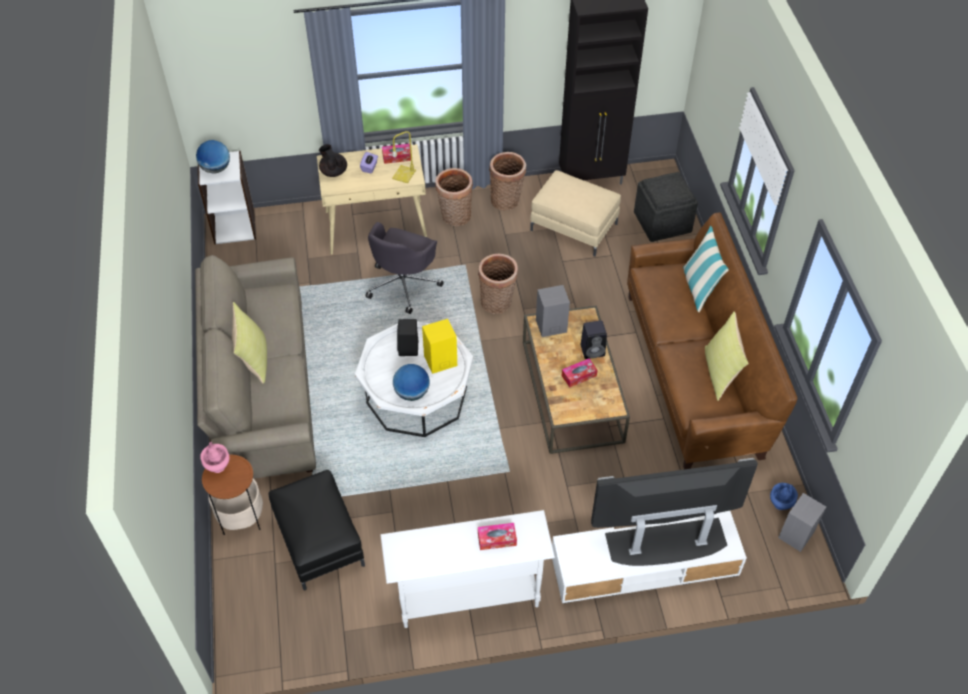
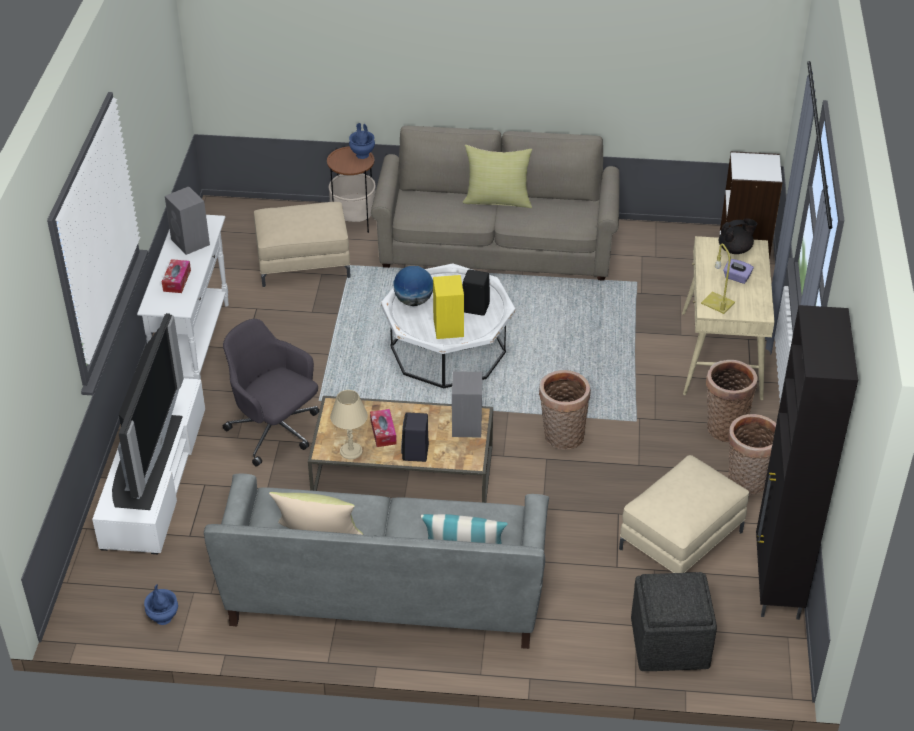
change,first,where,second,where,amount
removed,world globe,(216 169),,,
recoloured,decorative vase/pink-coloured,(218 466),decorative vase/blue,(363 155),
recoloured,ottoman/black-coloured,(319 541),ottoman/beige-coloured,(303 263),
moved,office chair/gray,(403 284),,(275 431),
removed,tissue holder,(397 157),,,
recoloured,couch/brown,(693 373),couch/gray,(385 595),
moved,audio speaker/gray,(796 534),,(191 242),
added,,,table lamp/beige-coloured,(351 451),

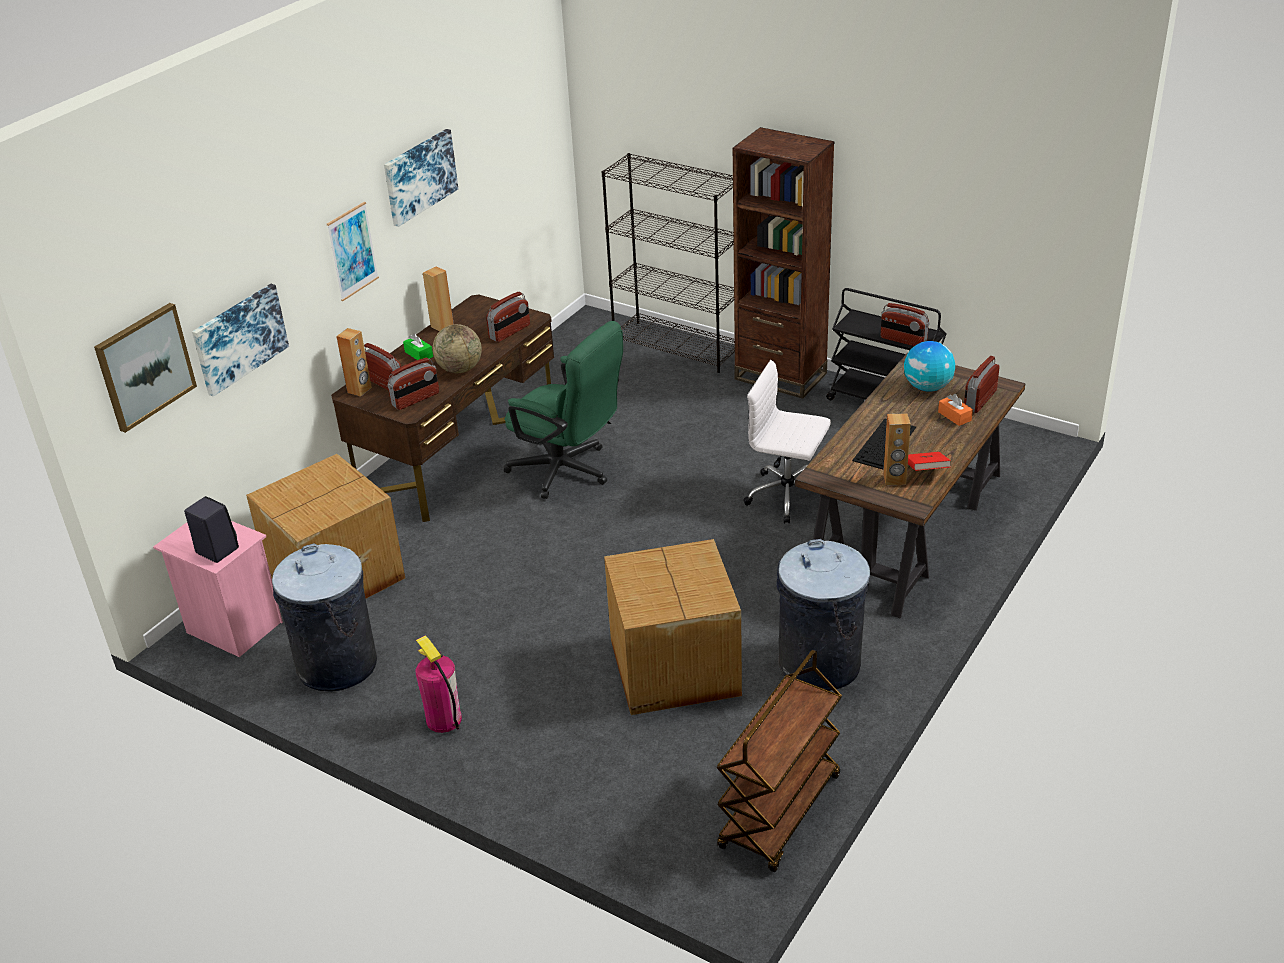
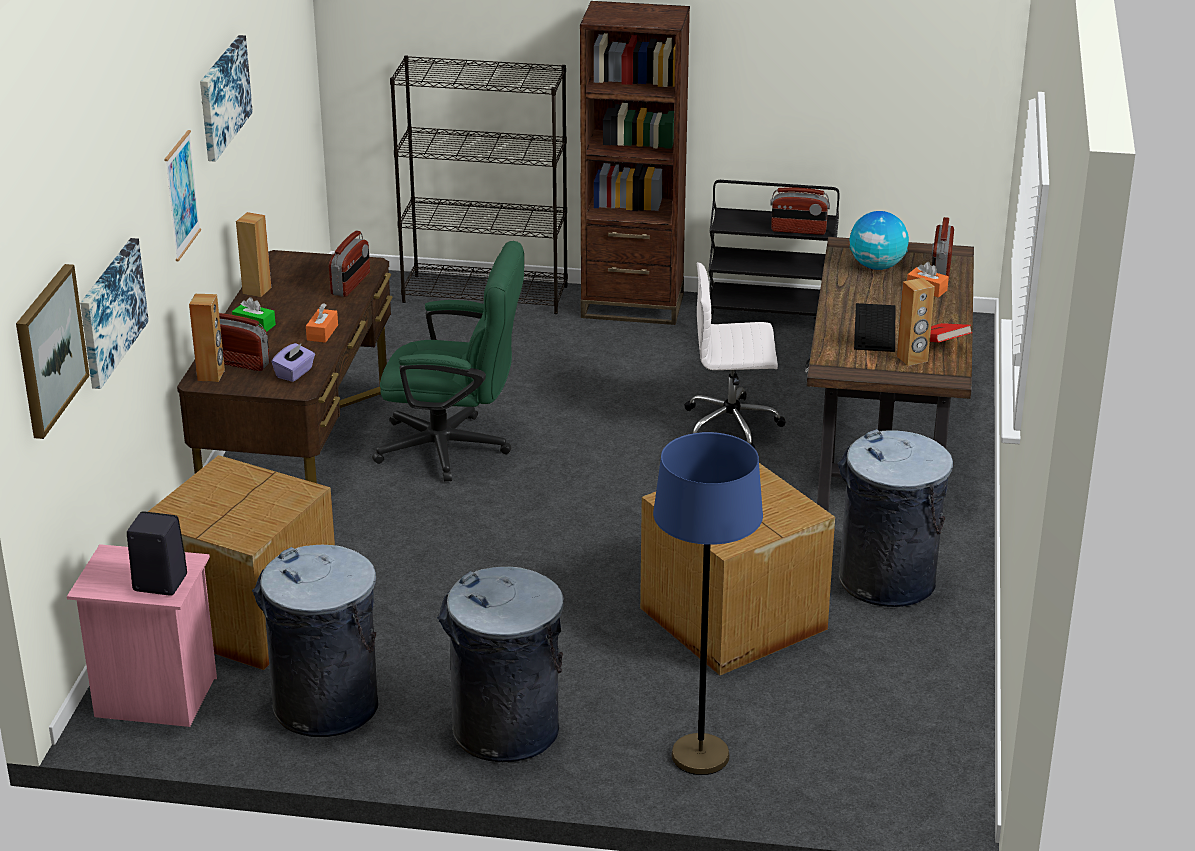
change,first,where,second,where,amount
replaced,radio receiver,(416 399),tissue holder/purplish,(295 373),
replaced,fire-fighting cylinder,(443 719),rubbish bin/gray,(506 730),
replaced,world globe,(460 369),tissue holder/orange,(322 332),
removed,wheeled cart/brown,(780 813),,,
added,,,standing lamp/blue,(700 756),

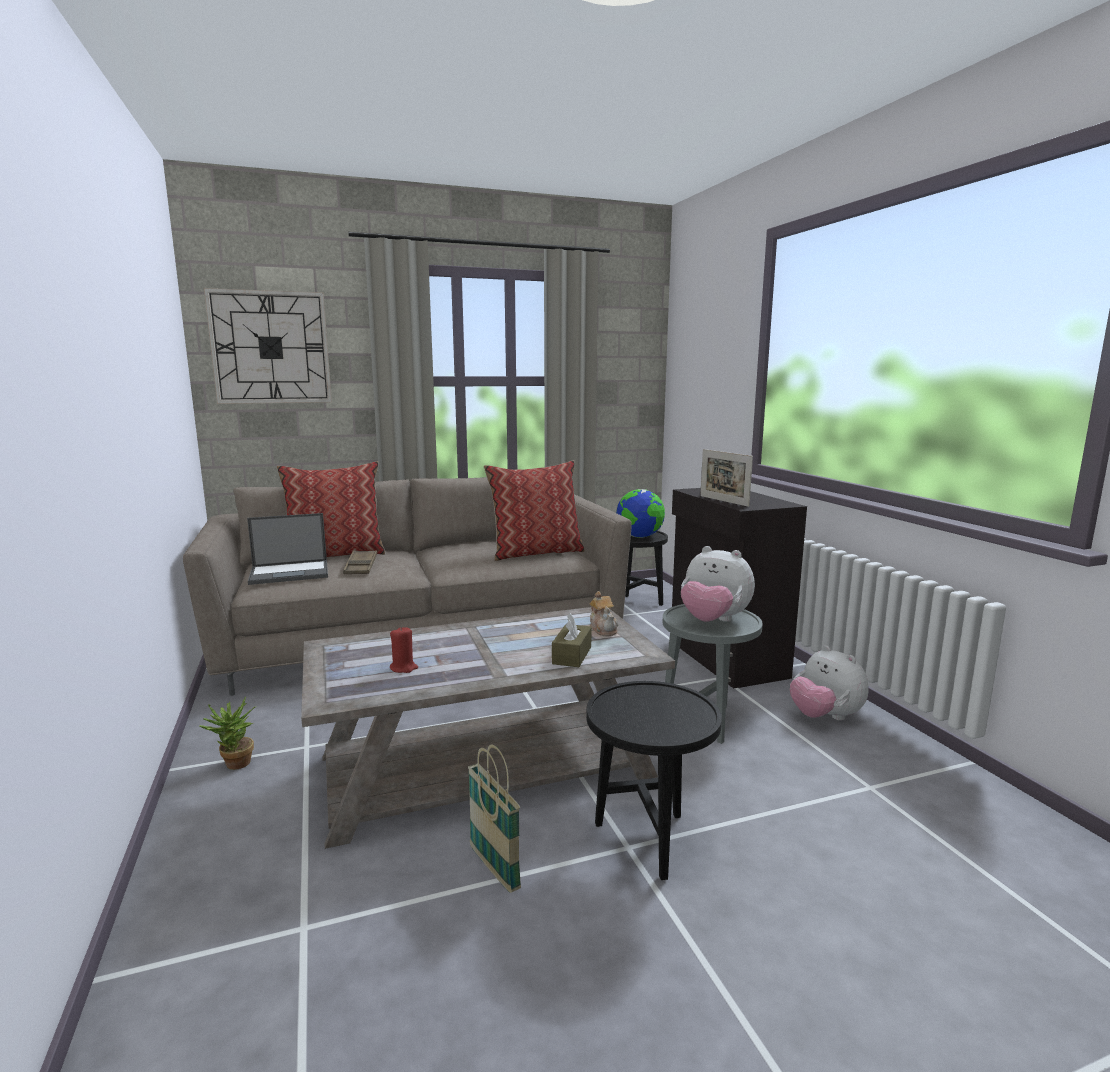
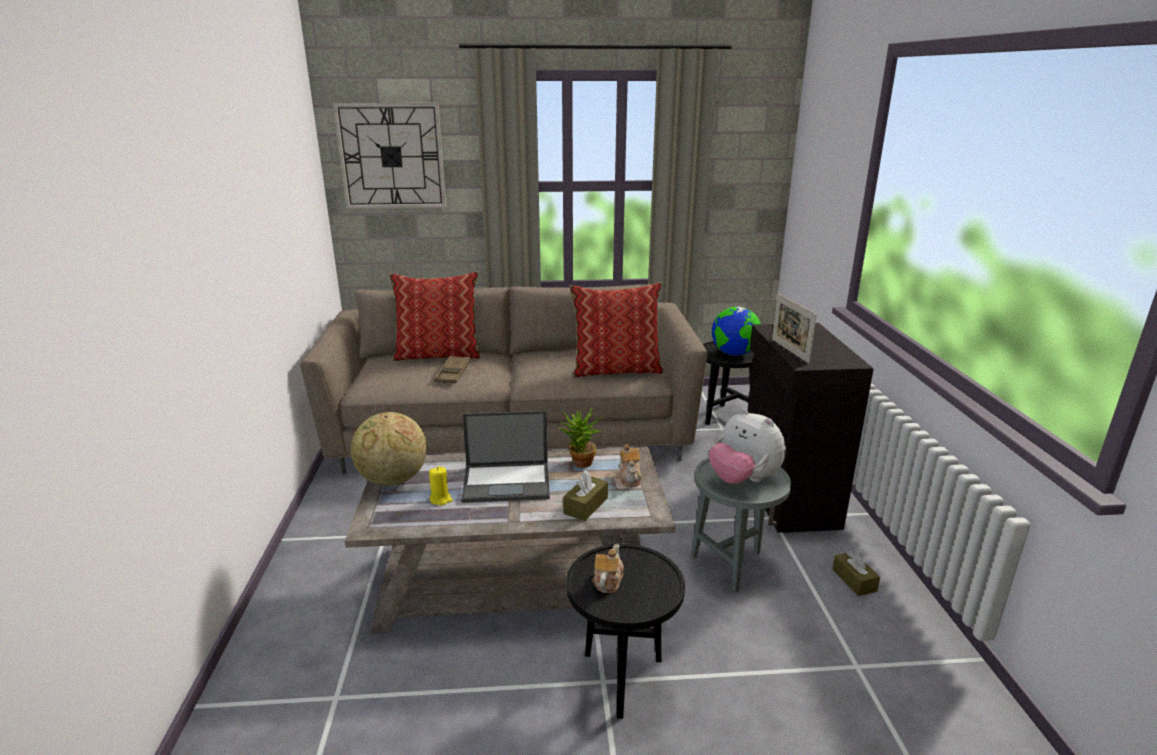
change,first,where,second,where,amount
moved,potted plant,(234 766),,(580 464),
moved,laptop,(291 573),,(508 482),
recoloured,wax candle/red,(403 668),wax candle/yellow,(440 499),
removed,household basket,(494 868),,,
replaced,cuddly toy,(825 717),tissue holder/brown,(854 580),
added,,,world globe,(392 480),
added,,,tea pot,(607 581),

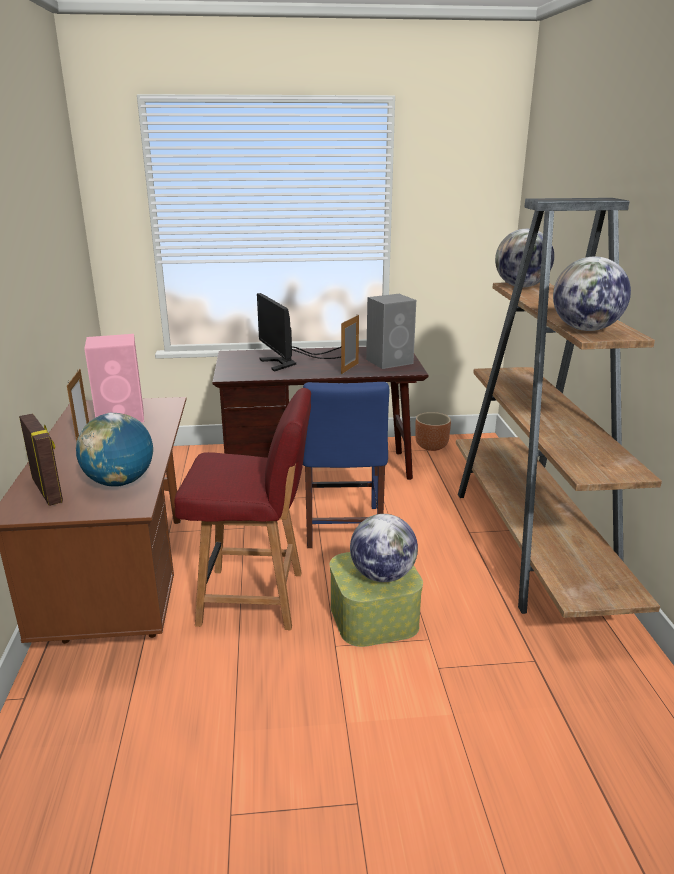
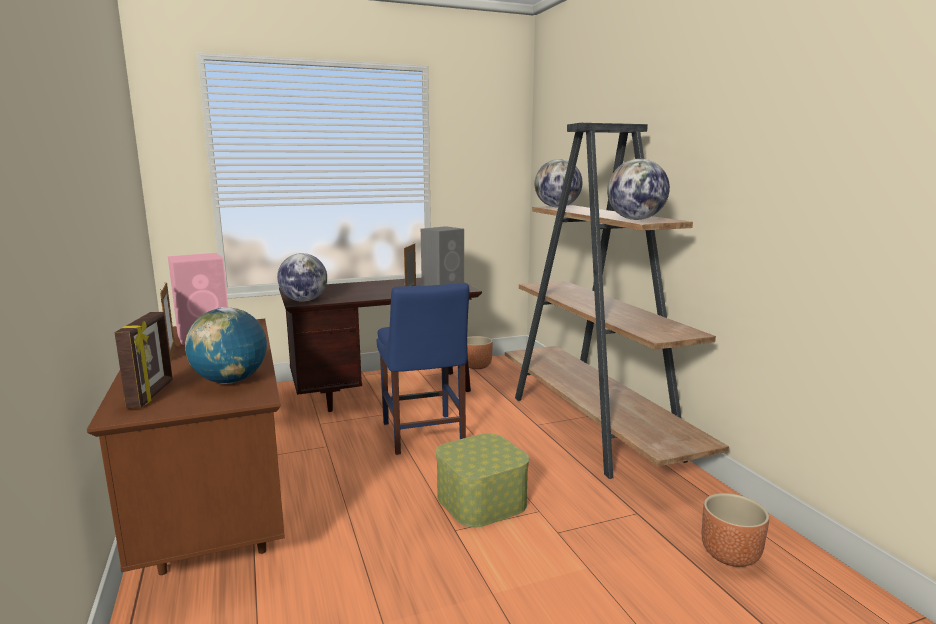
change,first,where,second,where,amount
turned,standing frame,(48 490),,(152 394),45 degrees clockwise
removed,chair/red,(254 598),,,
removed,computer display,(291 362),,,
moved,world globe,(382 575),,(304 300),
added,,,flower pot/brown,(730 554),

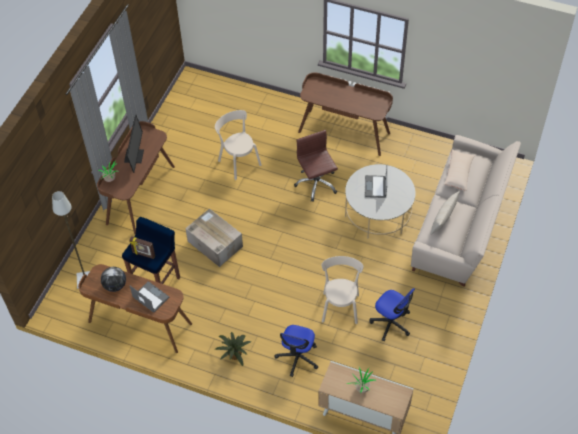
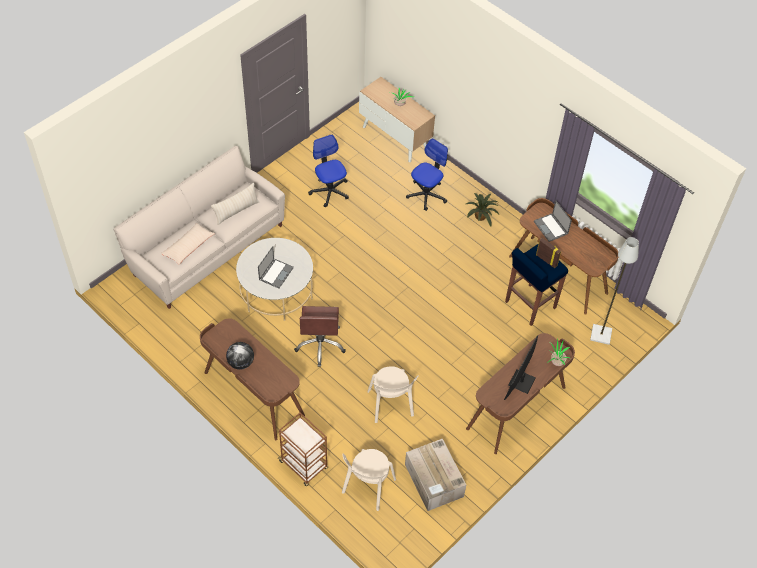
change,first,where,second,where,amount
moved,world globe,(115 285),,(241 363),
moved,packing box,(214 243),,(434 481),
moved,chair/beige-coloured,(340 306),,(367 488),
added,,,wheeled cart/brown,(304 465),

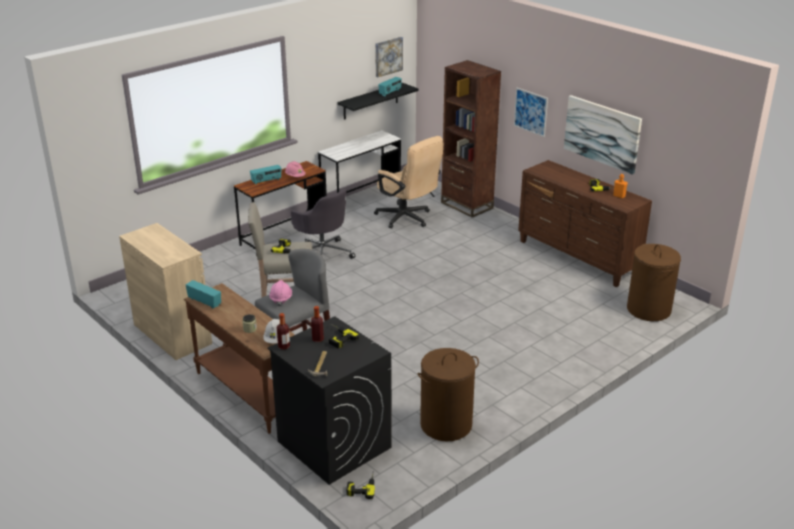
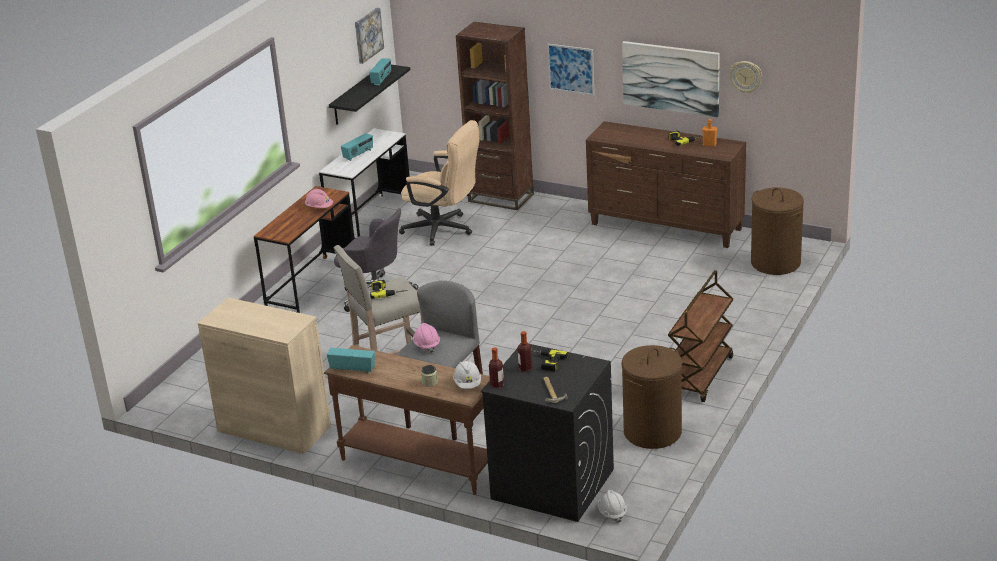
change,first,where,second,where,amount
moved,radio receiver,(266 181),,(358 155),
replaced,power drill,(361 486),safety helmet/white-coloured,(612 513),
added,,,wheeled cart/brown,(701 376),
added,,,hanging clock,(746 76),

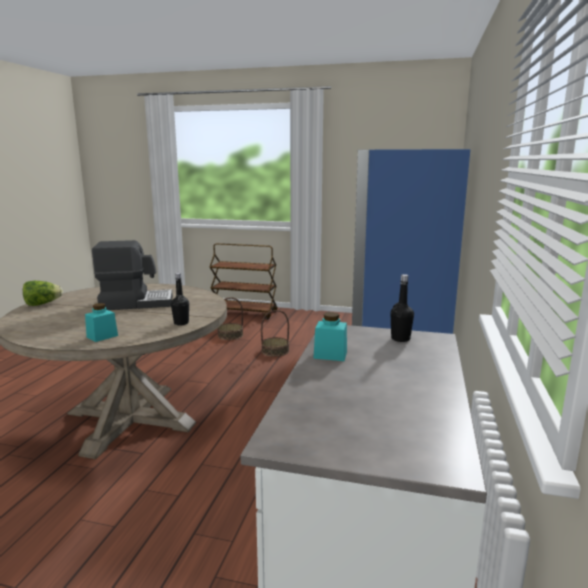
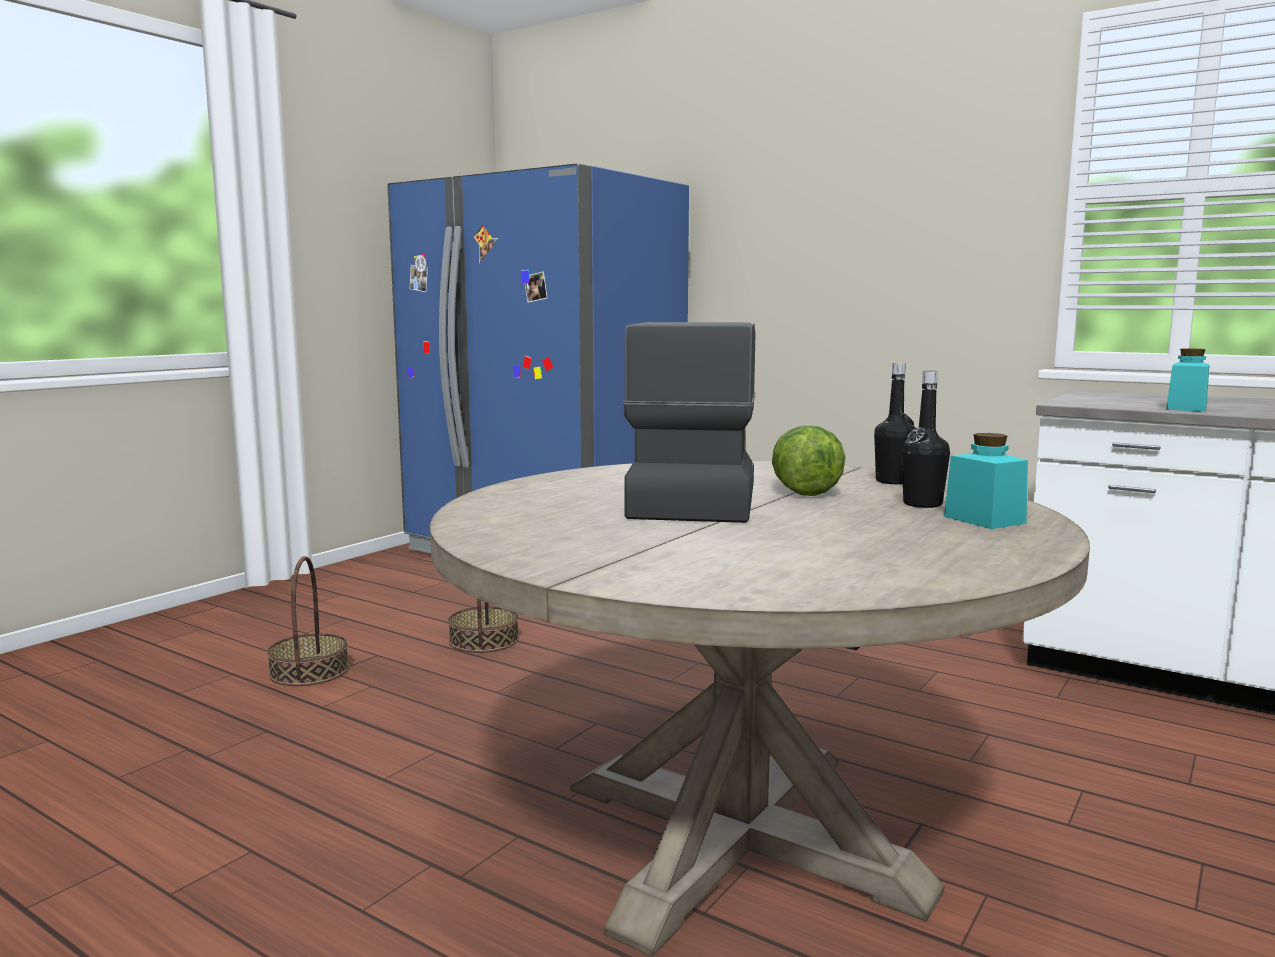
change,first,where,second,where,amount
moved,head of lettuce,(42 304),,(802 490),
removed,wheeled cart/brown,(244 313),,,
moved,bottle/black-coloured,(400 339),,(922 504),

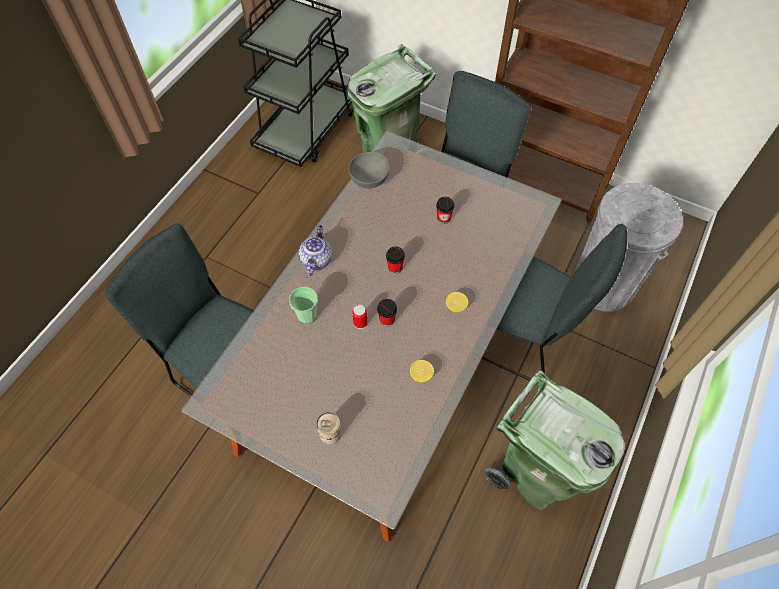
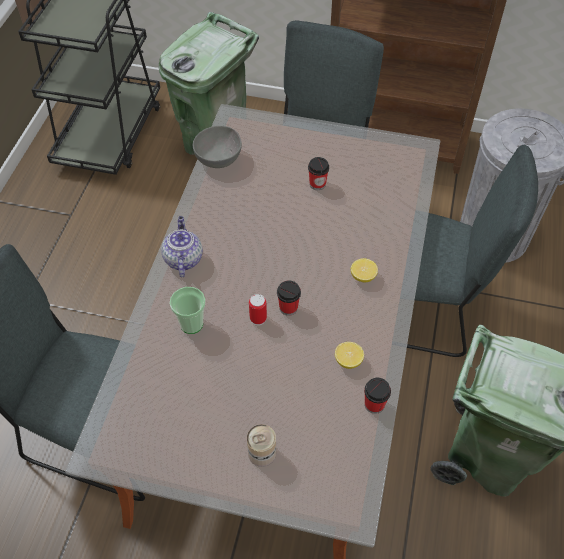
change,first,where,second,where,amount
moved,drinking cup,(395 267),,(374 404),

